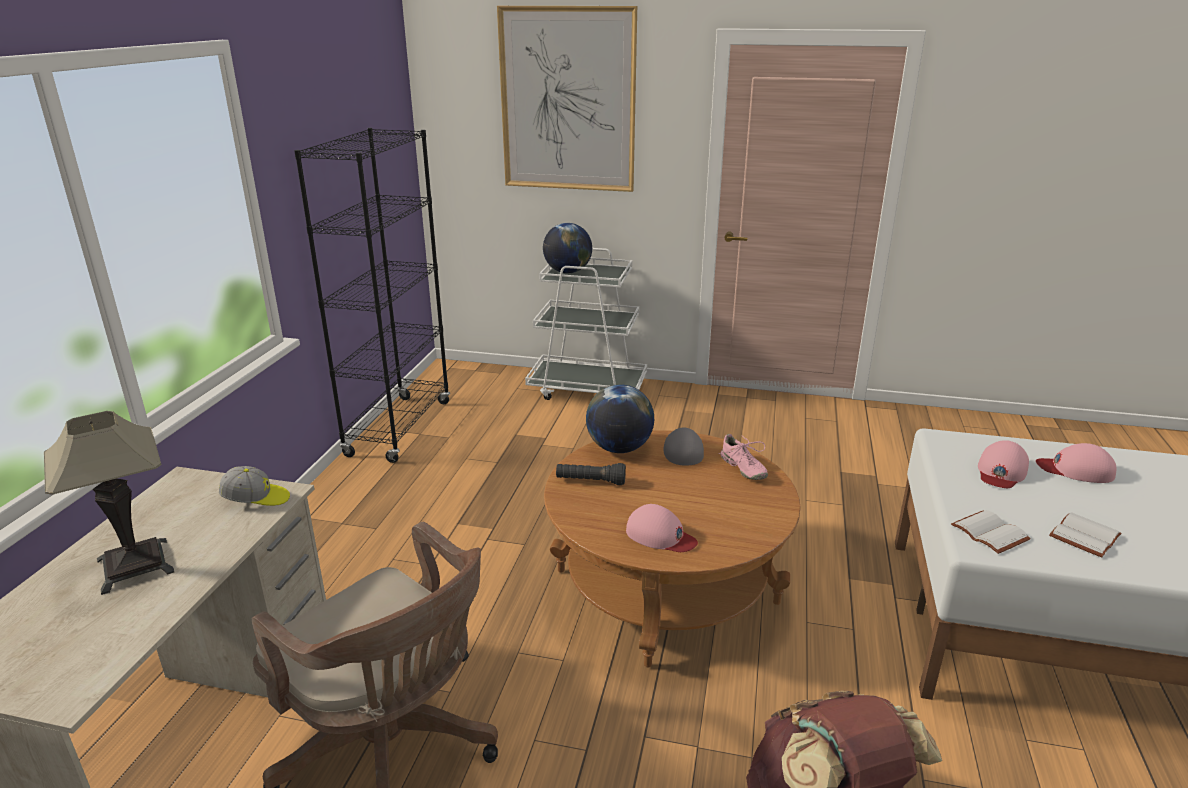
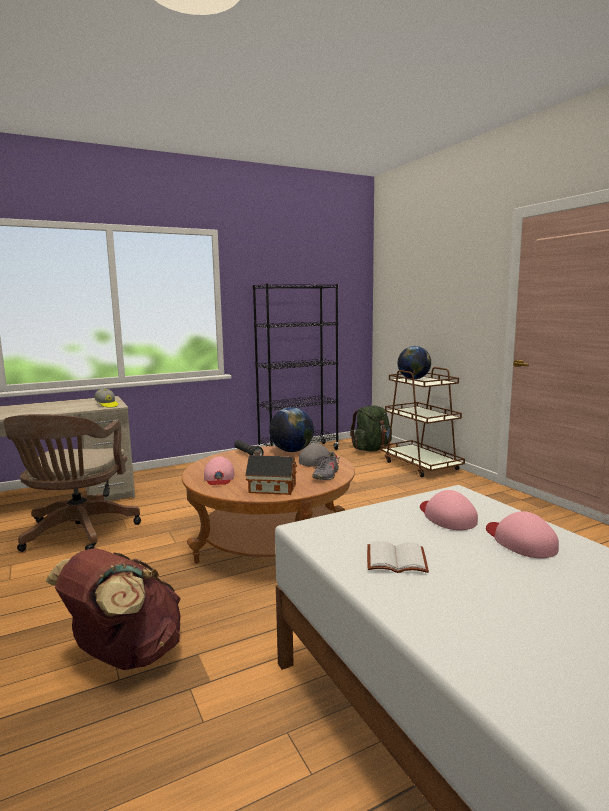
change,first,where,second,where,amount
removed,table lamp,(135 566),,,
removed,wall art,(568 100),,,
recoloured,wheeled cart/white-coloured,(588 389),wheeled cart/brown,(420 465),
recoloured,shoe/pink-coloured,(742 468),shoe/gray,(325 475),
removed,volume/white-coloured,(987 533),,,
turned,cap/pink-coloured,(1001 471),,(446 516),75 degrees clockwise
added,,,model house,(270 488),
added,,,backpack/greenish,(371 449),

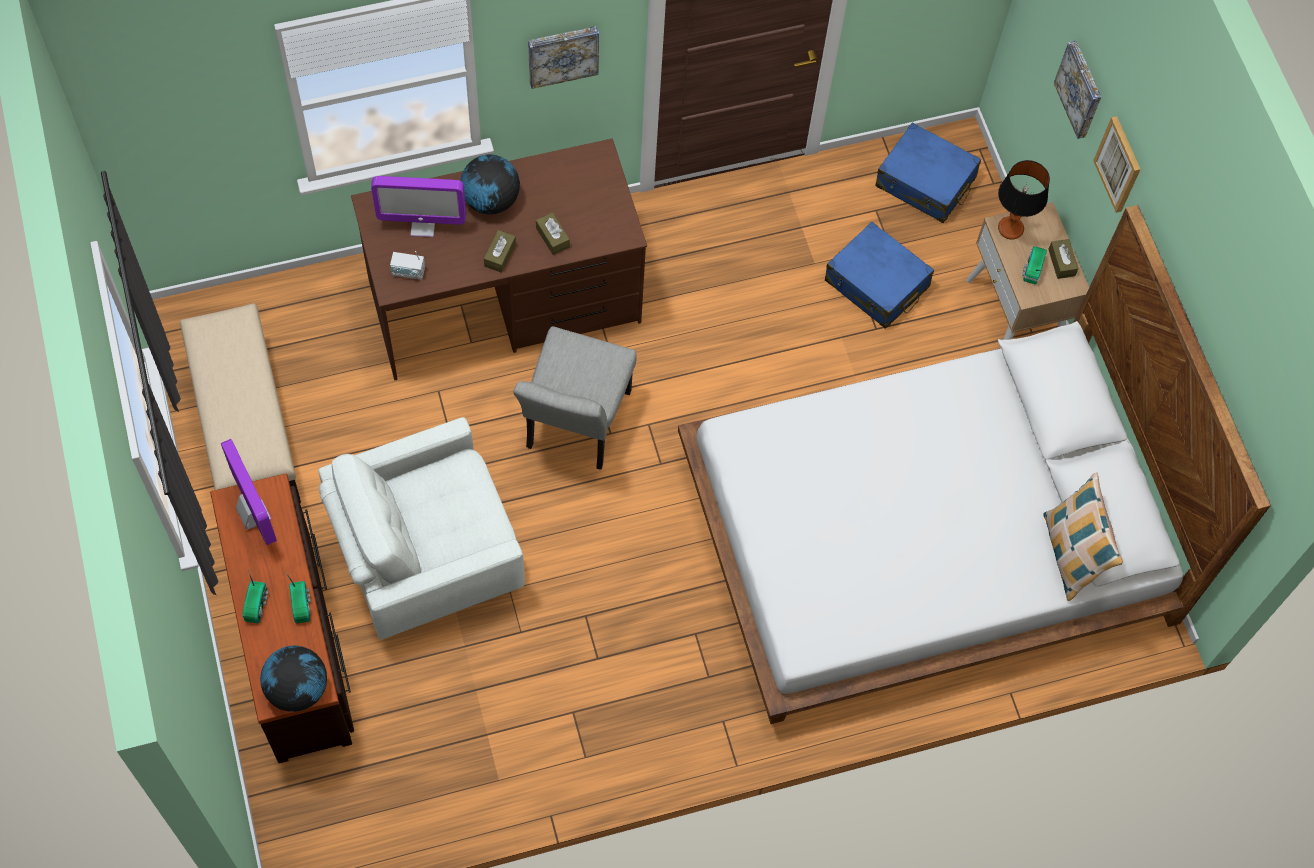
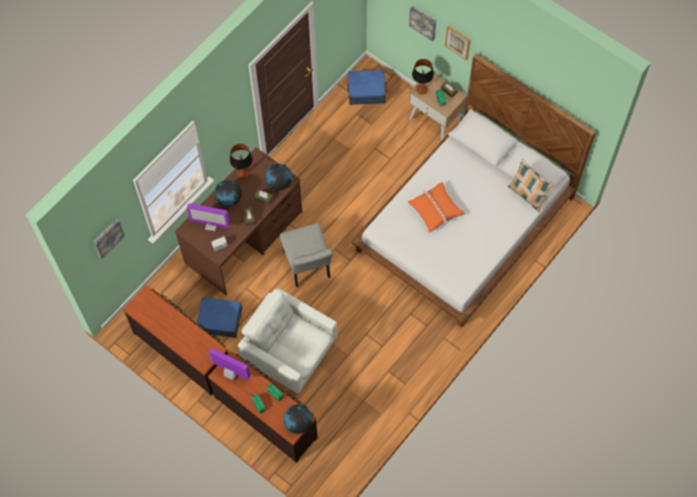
change,first,where,second,where,amount
replaced,long seat/beige-coloured,(246 429),dresser/brown,(183 351),
turned,lounge chair/white-coloured,(425 554),,(289 351),90 degrees clockwise
turned,computer display,(423 225),,(211 225),45 degrees clockwise
moved,wall art,(562 54),,(107 237),
moved,piece of luggage/blue,(876 284),,(220 320),
added,,,table lamp,(243 173),
added,,,world globe,(279 183),
added,,,cushion/orange,(435 210),

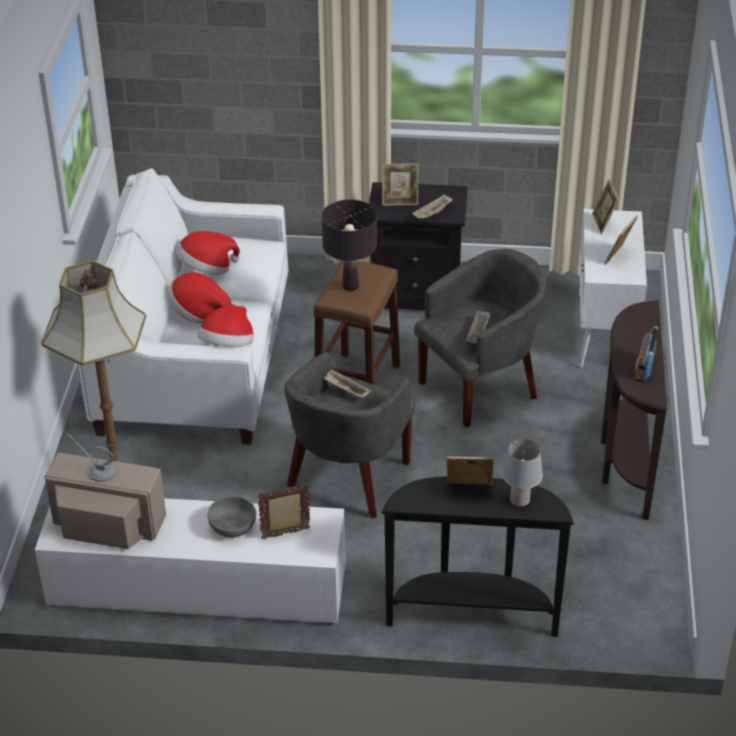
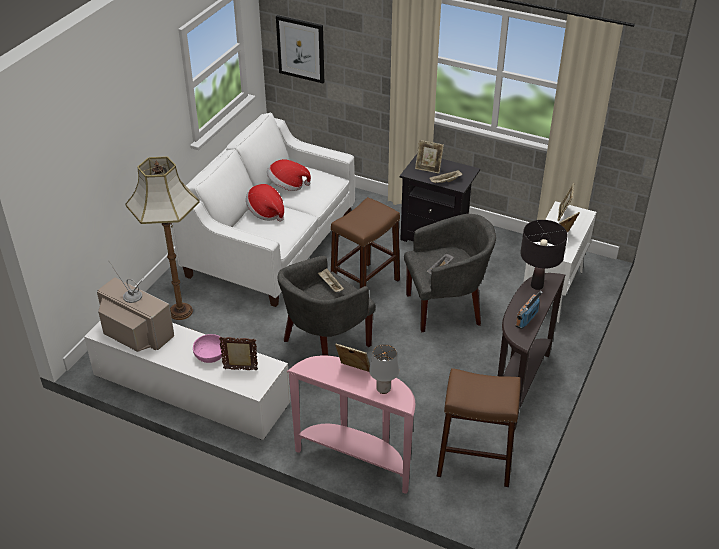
change,first,where,second,where,amount
removed,wearable hat,(228 346),,,
recoloured,bowl/gray,(233 526),bowl/pink-coloured,(210 355),
moved,table lamp/black-coloured,(350 286),,(536 285),
recoloured,console table/black-coloured,(472 614),console table/pink-coloured,(356 460),
added,,,wall art,(301 49),
added,,,stool seat/brown,(474 461),

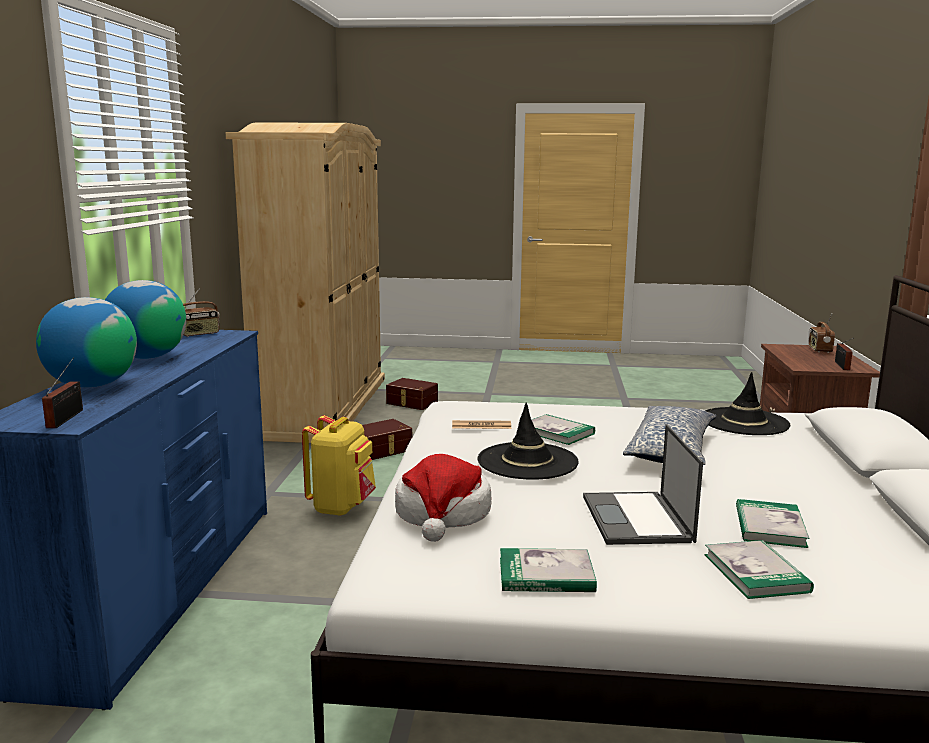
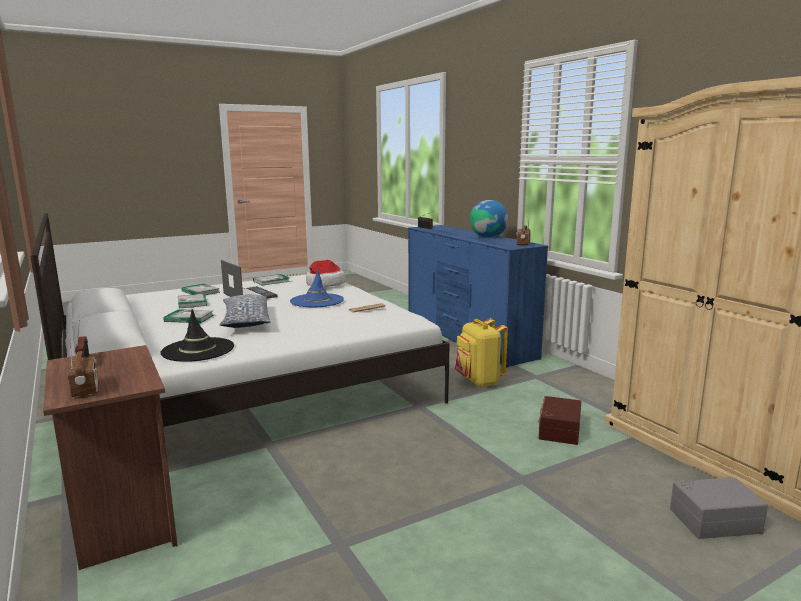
change,first,where,second,where,amount
removed,world globe,(92 385),,,
recoloured,storage box/brown,(411 403),storage box/gray,(713 519),
recoloured,wearable hat/black-coloured,(527 461),wearable hat/blue,(317 301),
moved,volume,(557 432),,(189 318),

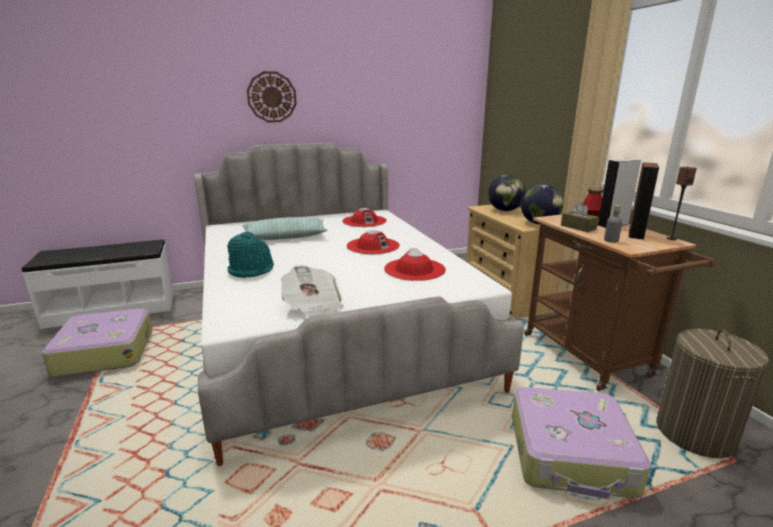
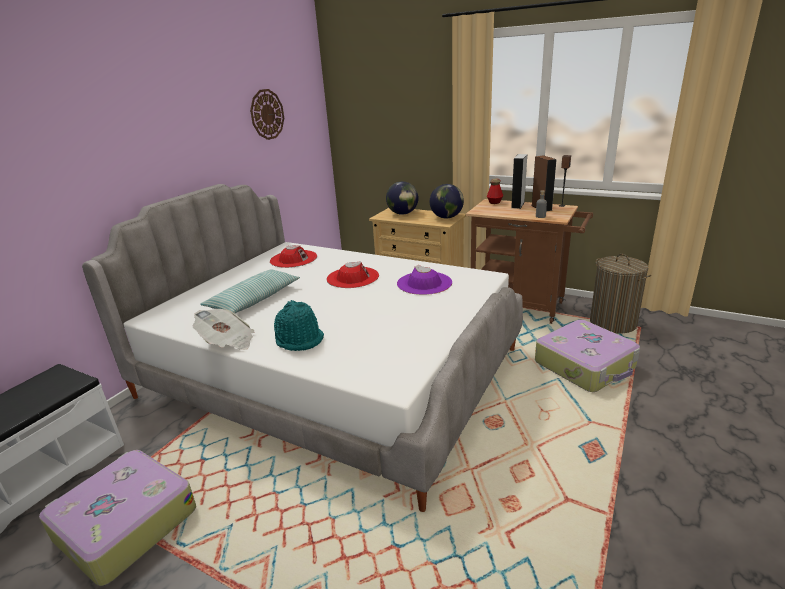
change,first,where,second,where,amount
moved,hanging clock,(271 97),,(267 114),
moved,newspaper,(313 308),,(228 342),
recoloured,wearable hat/red,(414 269),wearable hat/purplish,(424 283),
removed,tissue holder/brown,(578 227),,,

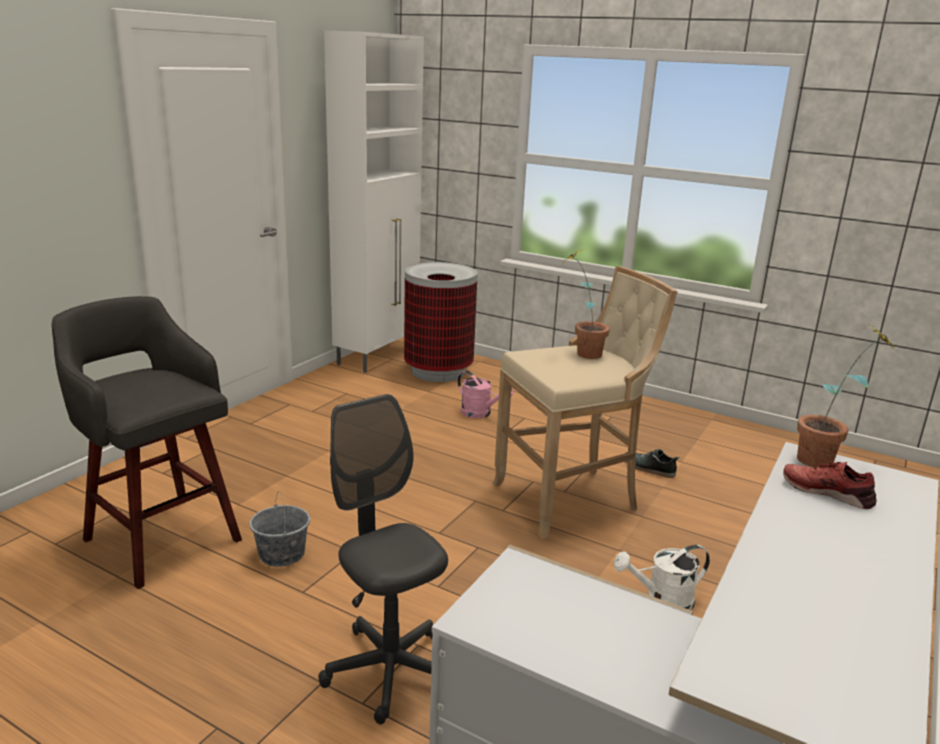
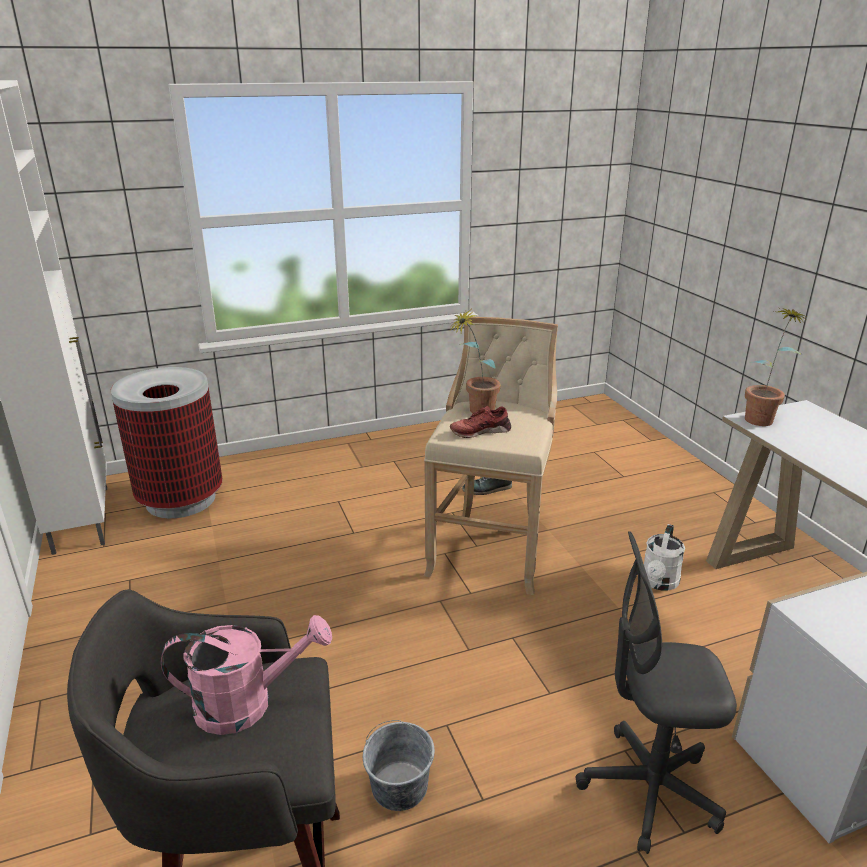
change,first,where,second,where,amount
moved,watering pot/pink-coloured,(480 414),,(248 703),
moved,shoe/red,(827 492),,(480 431),

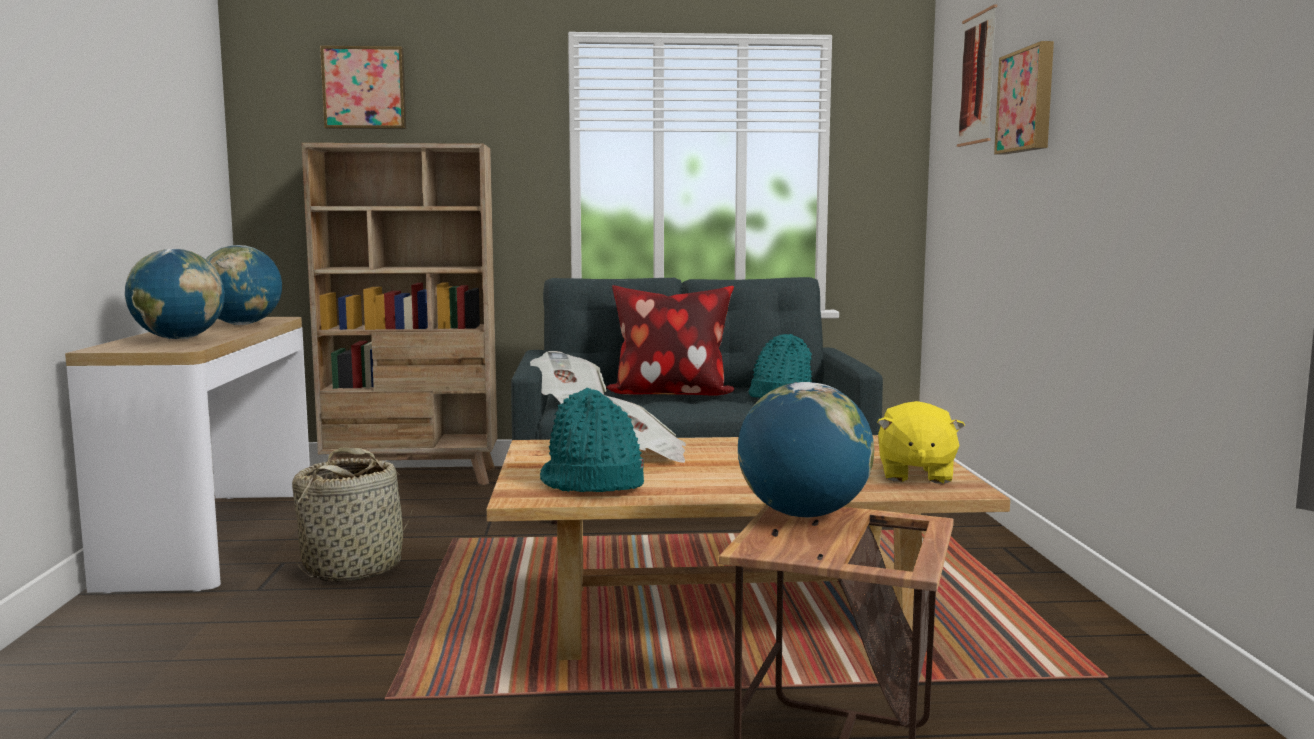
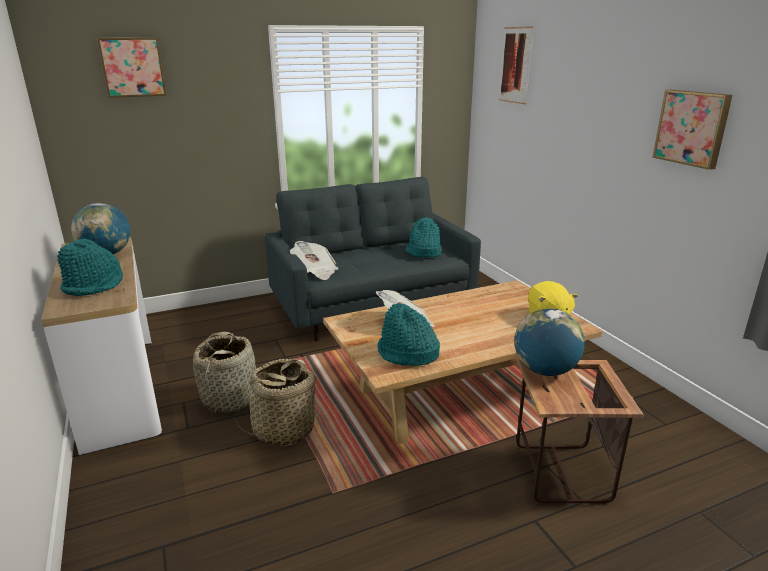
change,first,where,second,where,amount
replaced,world globe,(179 339),wearable hat/turquoise-coloured,(94 285),
removed,bookcase/beige-coloured,(413 477),,,
removed,cushion,(670 394),,,
moved,wall art,(1028 101),,(692 128),
added,,,household basket,(283 429),

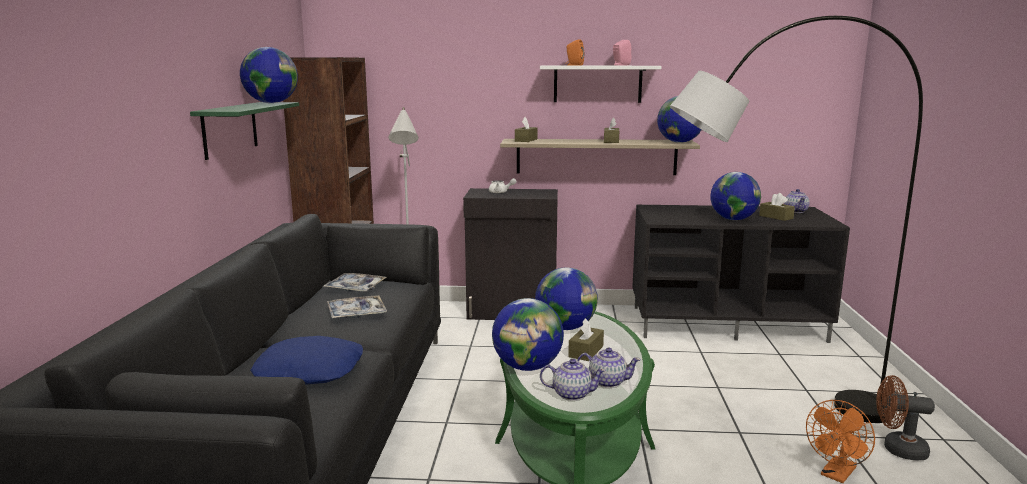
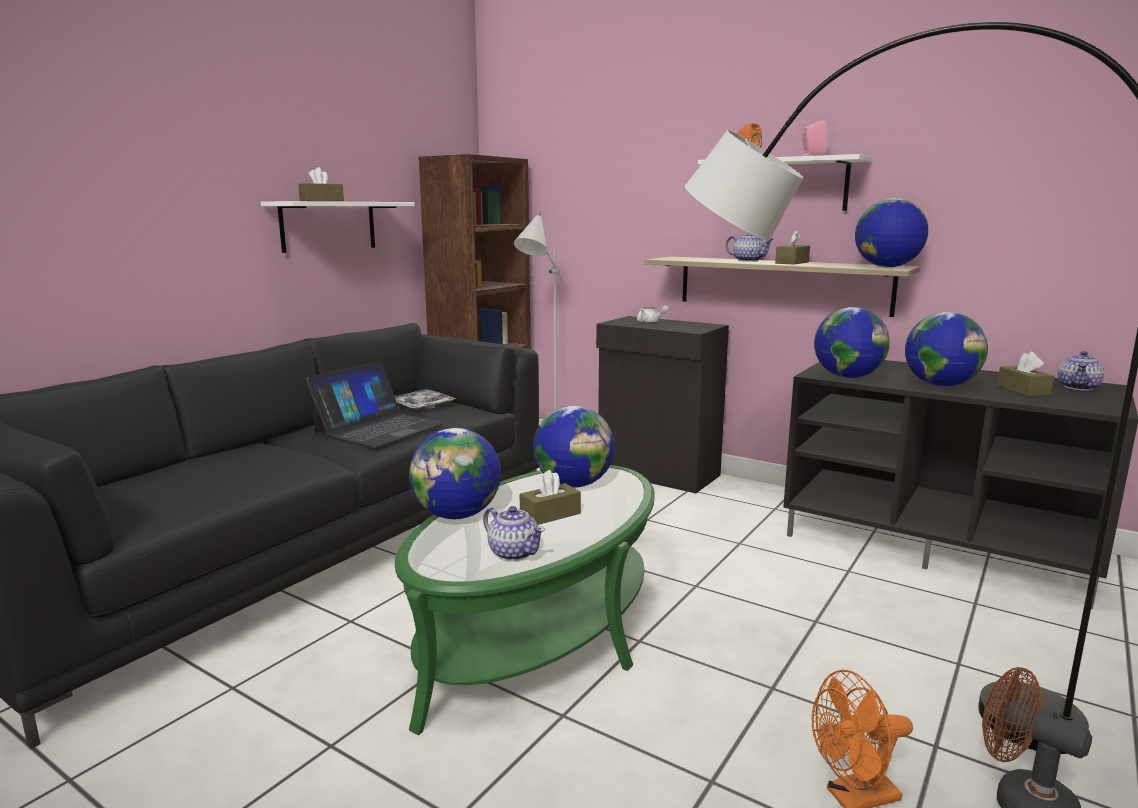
change,first,where,second,where,amount
recoloured,bracket shelf/greenish,(230 129),bracket shelf/white-coloured,(328 226),
moved,world globe,(271 103),,(848 377),
removed,cushion/blue,(310 371),,,
replaced,tray,(356 313),laptop,(378 428),
moved,tissue holder/brown,(526 140),,(322 201),
moved,tea pot,(571 394),,(748 261),

